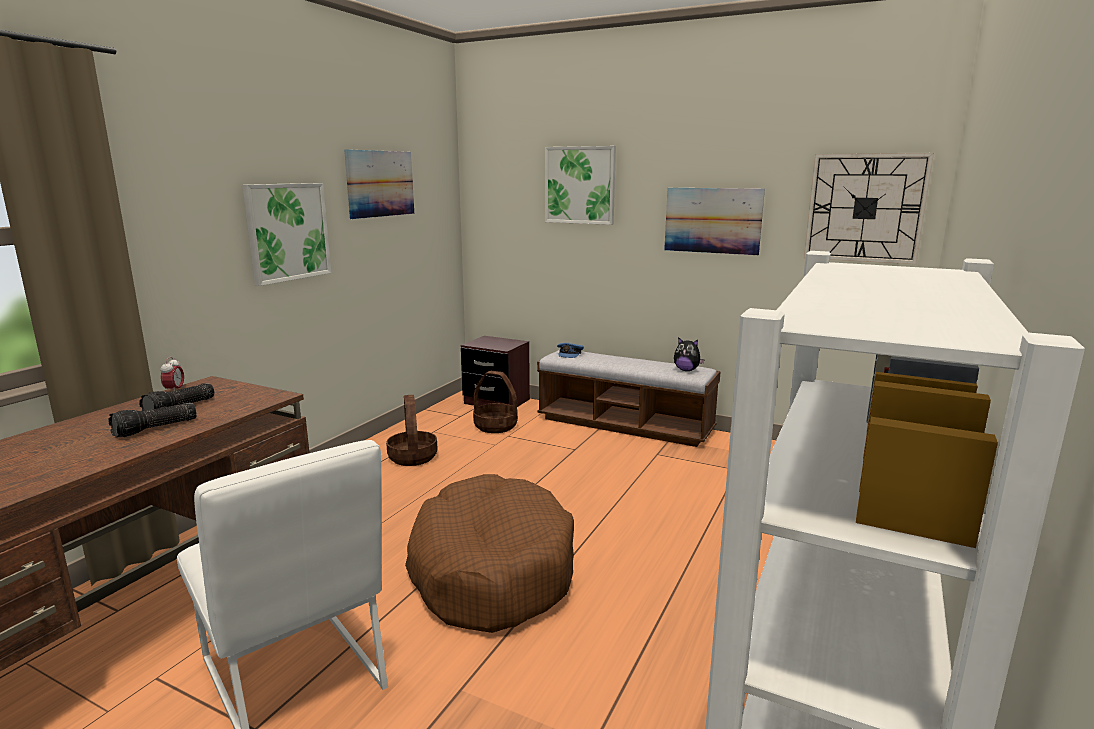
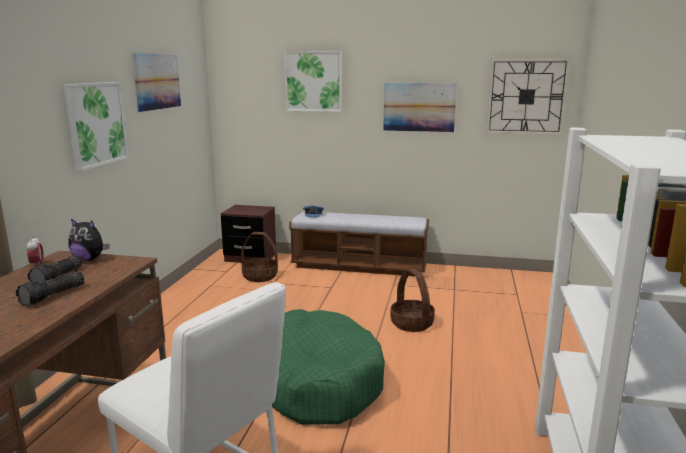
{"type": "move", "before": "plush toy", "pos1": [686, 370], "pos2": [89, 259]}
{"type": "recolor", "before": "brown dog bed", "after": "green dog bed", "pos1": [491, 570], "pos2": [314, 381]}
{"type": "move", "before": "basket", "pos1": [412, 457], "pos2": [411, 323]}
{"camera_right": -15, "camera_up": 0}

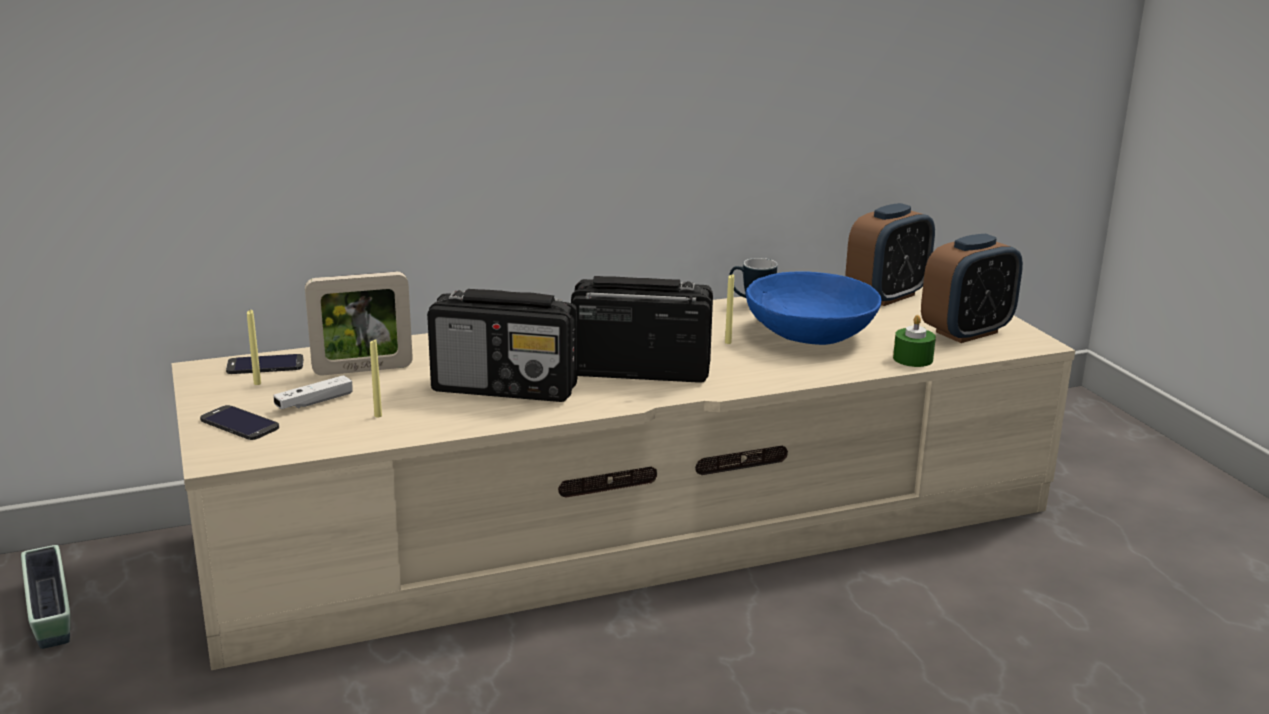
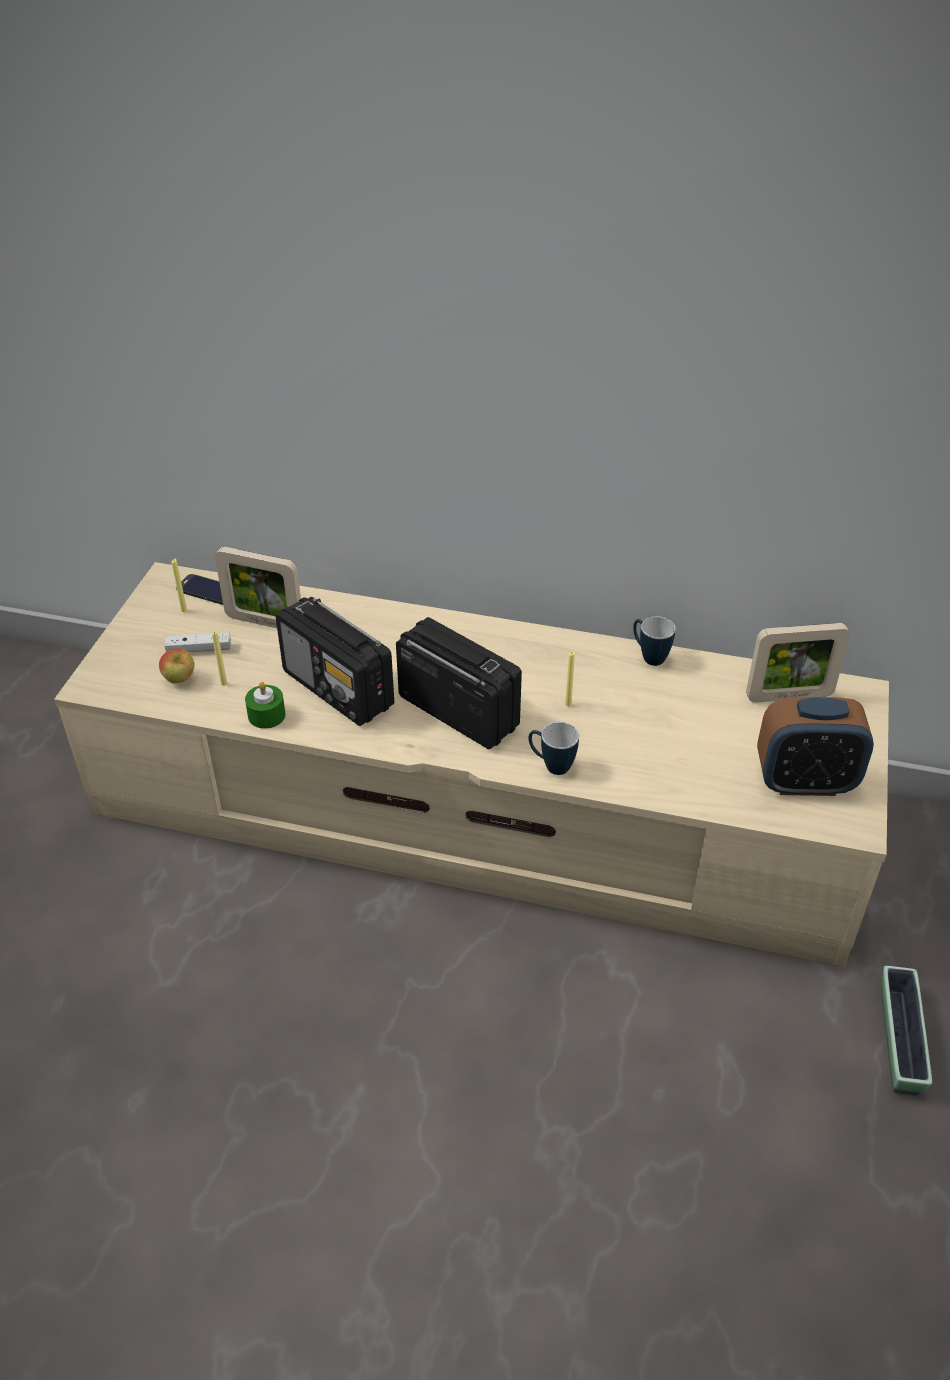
{"type": "insert", "after": "apple", "pos2": [180, 680]}
{"type": "move", "before": "green candle", "pos1": [912, 359], "pos2": [266, 715]}
{"type": "insert", "after": "mug", "pos2": [551, 765]}
{"type": "replace", "before": "alarm clock", "after": "picture frame", "pos1": [886, 296], "pos2": [789, 696]}
{"type": "move", "before": "planter", "pos1": [50, 612], "pos2": [899, 1040]}
{"type": "delete", "before": "phone", "pos1": [239, 423]}
{"type": "delete", "before": "blue bowl", "pos1": [810, 334]}
{"camera_right": 35, "camera_up": 20}

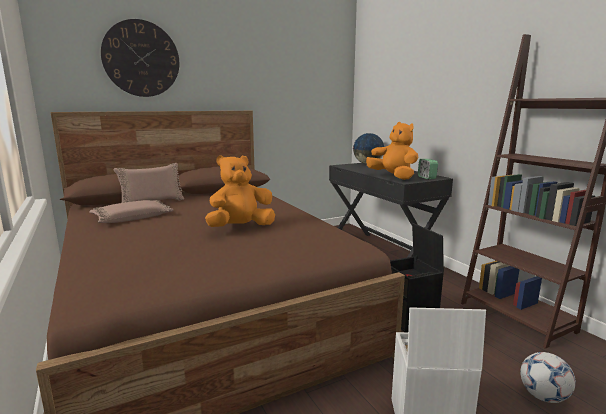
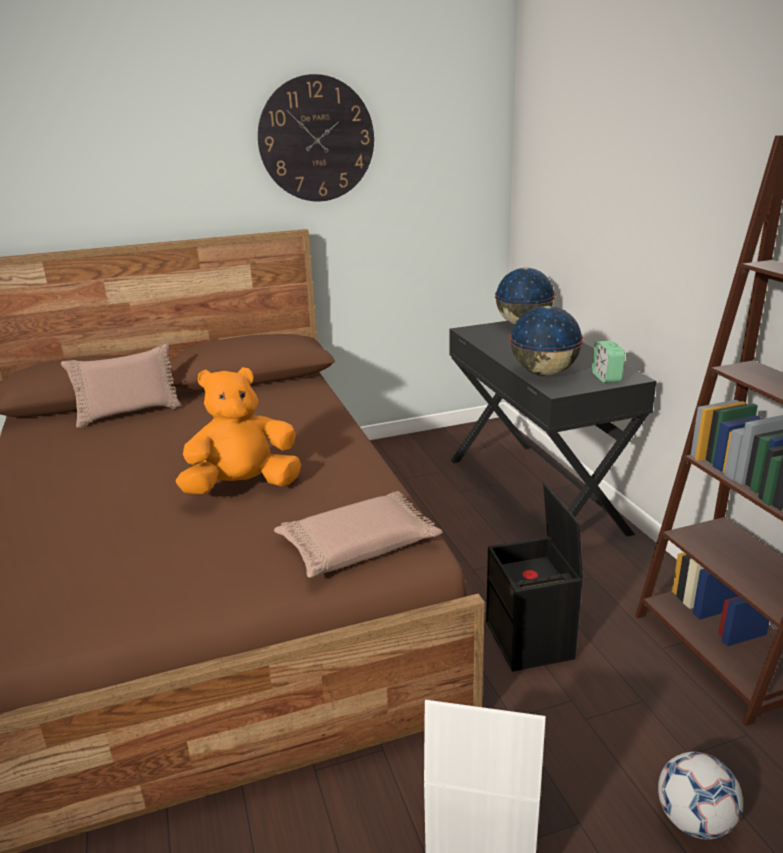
{"type": "move", "before": "wall clock", "pos1": [141, 59], "pos2": [316, 139]}
{"type": "move", "before": "beige pillow", "pos1": [132, 216], "pos2": [358, 541]}
{"type": "replace", "before": "orange plush toy", "after": "globe", "pos1": [393, 177], "pos2": [544, 373]}
{"camera_right": 10, "camera_up": 10}

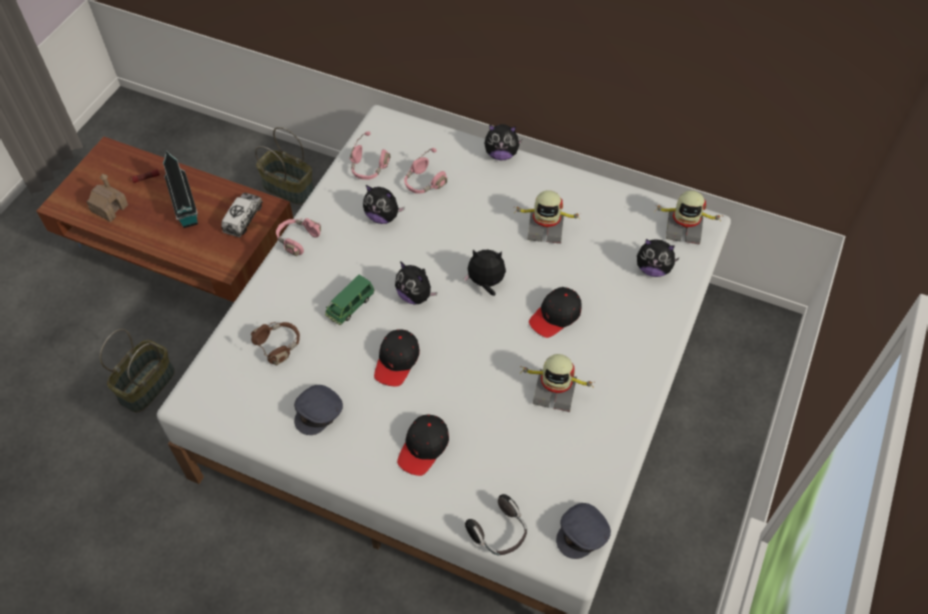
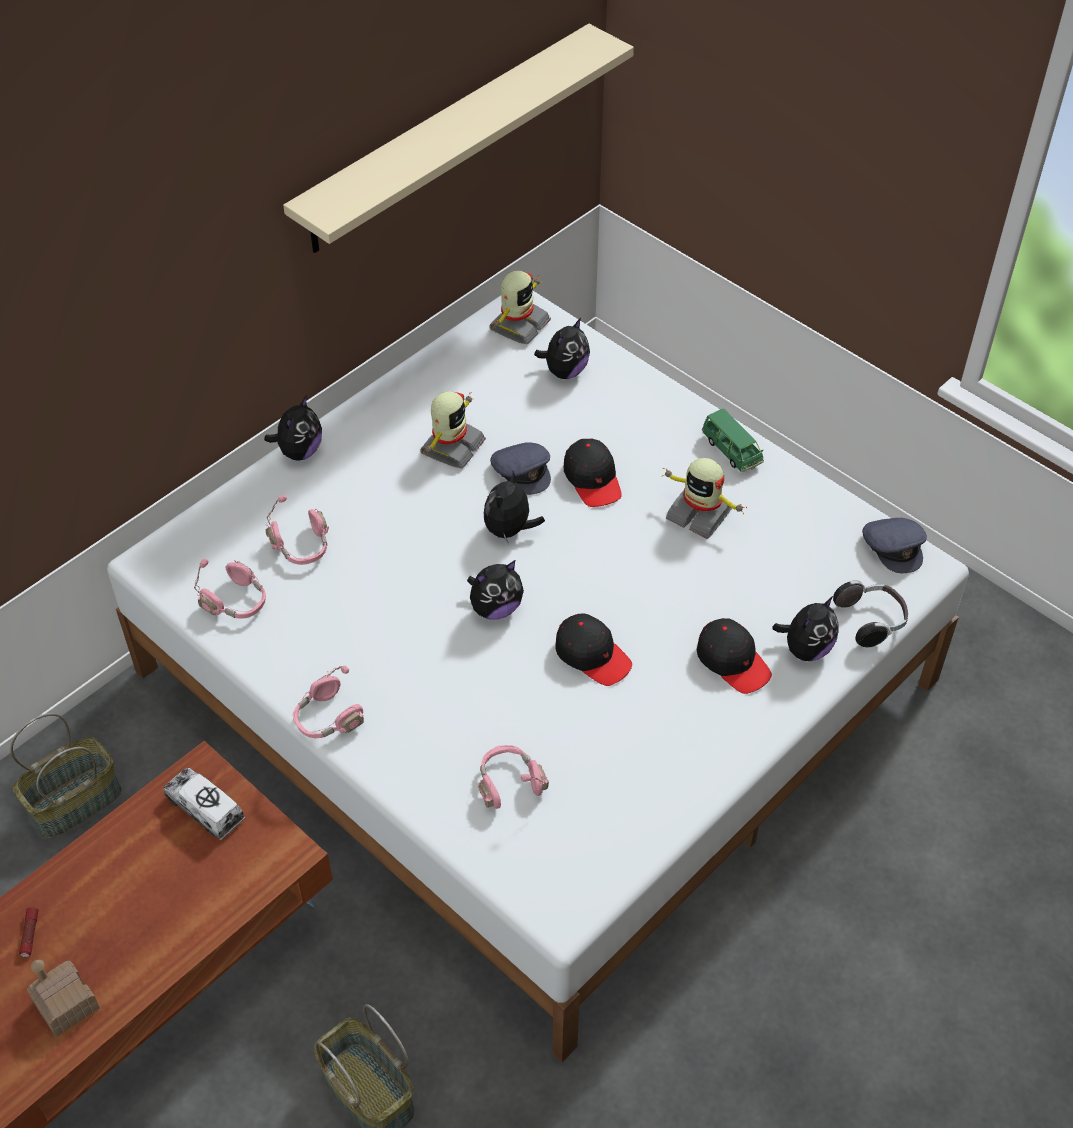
{"type": "insert", "after": "beige shelf", "pos2": [446, 138]}
{"type": "recolor", "before": "brown headphones", "after": "pink headphones", "pos1": [278, 346], "pos2": [509, 783]}
{"type": "move", "before": "grey cap", "pos1": [319, 412], "pos2": [522, 471]}
{"type": "rotate", "before": "toy robot", "pos1": [554, 391], "pos2": [699, 513], "turn": 90}
{"type": "move", "before": "green toy car", "pos1": [350, 306], "pos2": [731, 451]}
{"type": "move", "before": "plush toy", "pos1": [383, 217], "pos2": [806, 649]}
{"type": "delete", "before": "toy house", "pos1": [185, 207]}
{"camera_right": -70, "camera_up": -5}

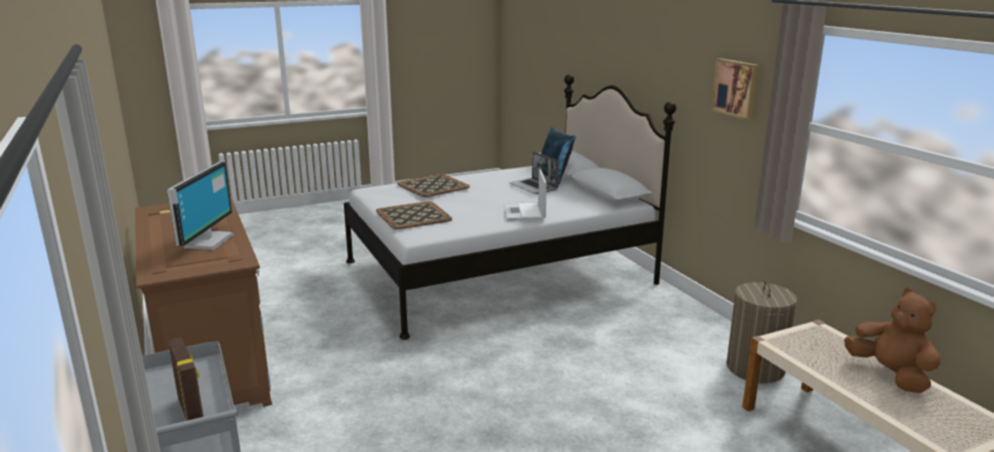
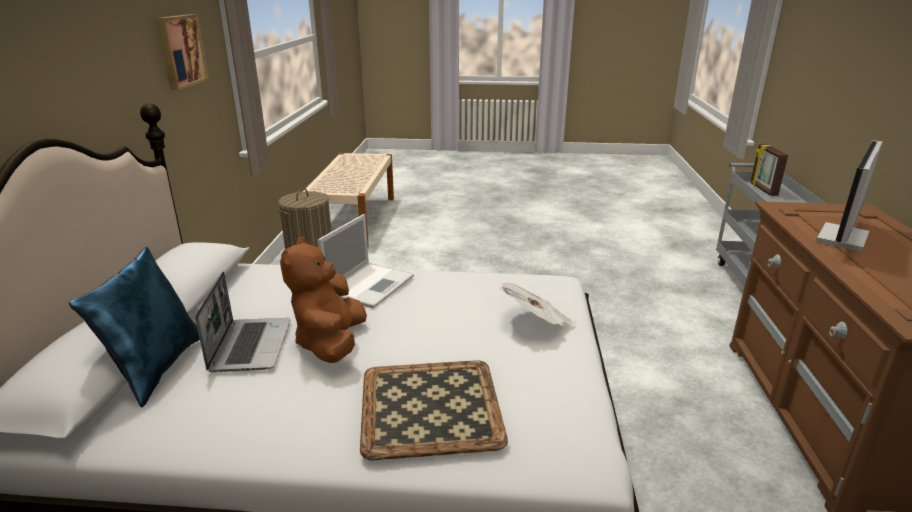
{"type": "move", "before": "brown plush toy", "pos1": [890, 375], "pos2": [331, 343]}
{"type": "replace", "before": "tray", "after": "newspaper", "pos1": [413, 216], "pos2": [536, 322]}
{"camera_right": -150, "camera_up": 5}

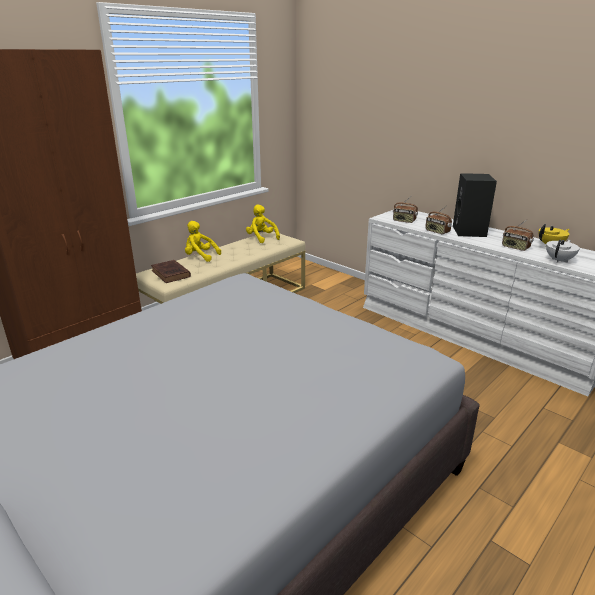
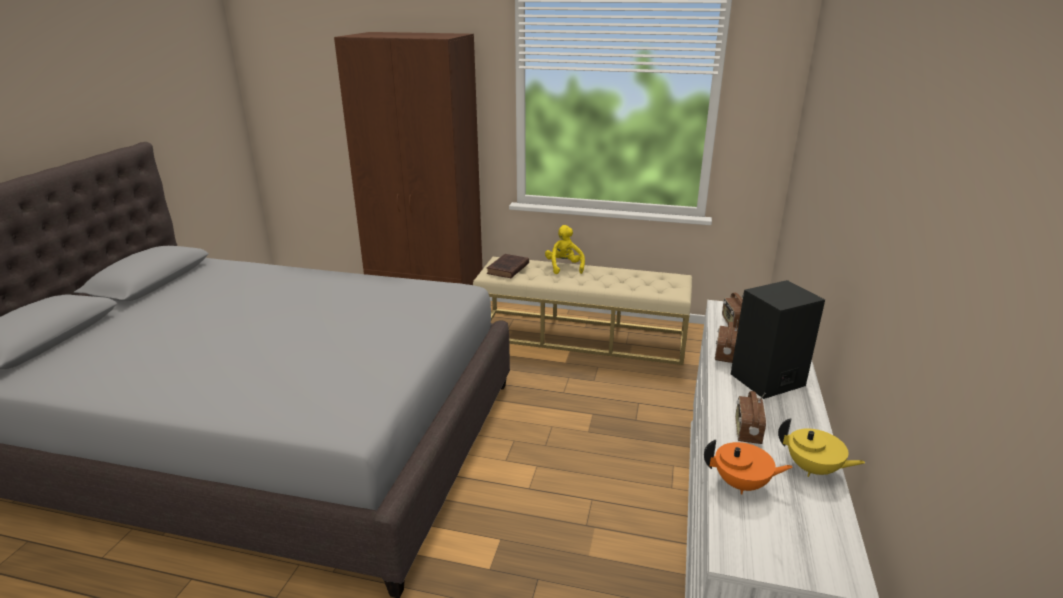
{"type": "recolor", "before": "white teapot", "after": "orange teapot", "pos1": [559, 260], "pos2": [741, 484]}
{"type": "delete", "before": "yellow plush toy", "pos1": [261, 238]}
{"camera_right": 60, "camera_up": 0}

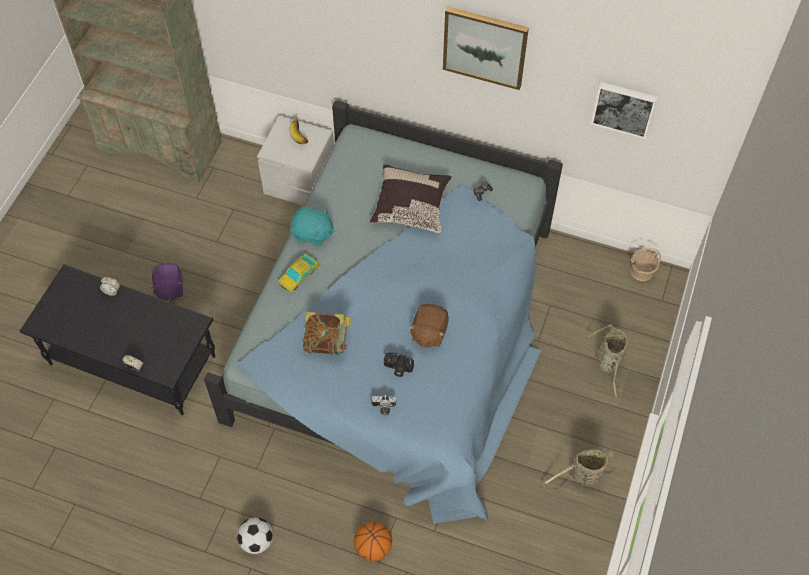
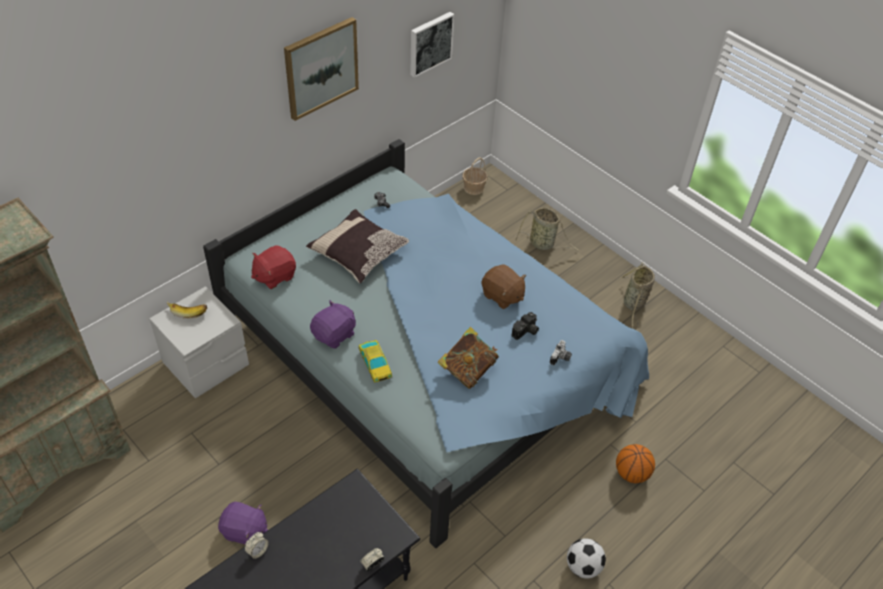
{"type": "insert", "after": "red plush toy", "pos2": [274, 276]}
{"type": "recolor", "before": "turquoise plush toy", "after": "purple plush toy", "pos1": [312, 234], "pos2": [334, 335]}
{"camera_right": -65, "camera_up": -10}

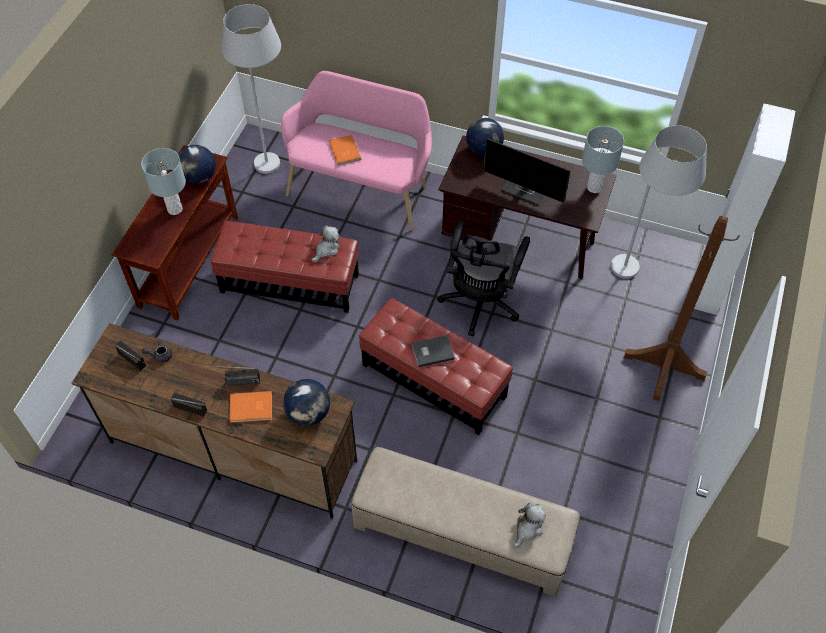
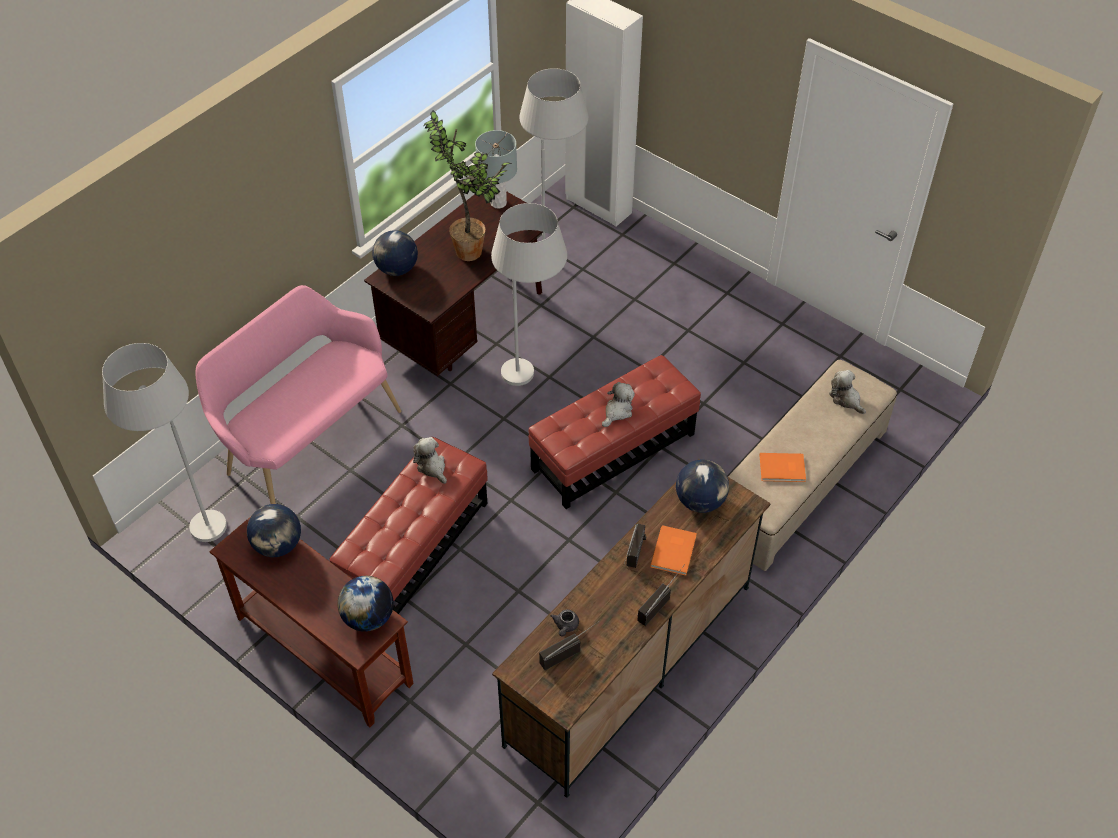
{"type": "insert", "after": "globe", "pos2": [368, 617]}
{"type": "replace", "before": "monitor", "after": "potted plant", "pos1": [526, 189], "pos2": [472, 253]}
{"type": "replace", "before": "office chair", "after": "white floor lamp", "pos1": [481, 303], "pos2": [532, 381]}
{"type": "replace", "before": "grey book", "after": "plush toy", "pos1": [432, 351], "pos2": [617, 411]}
{"type": "move", "before": "orange book", "pos1": [344, 151], "pos2": [783, 469]}
{"type": "delete", "before": "grey table lamp", "pos1": [175, 209]}
{"type": "delete", "before": "brown clothes rack", "pos1": [664, 366]}
{"camera_right": -70, "camera_up": -5}

